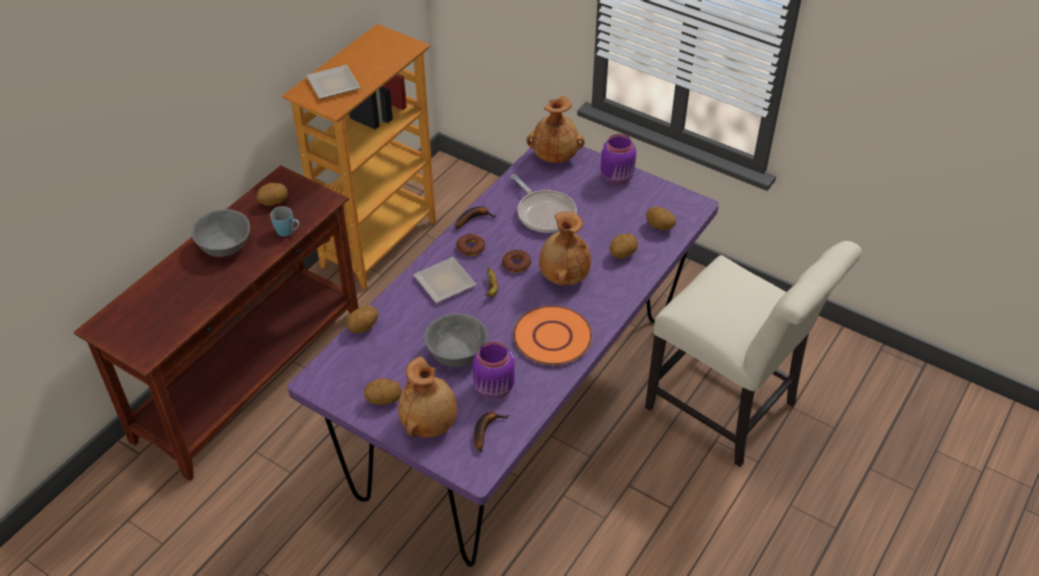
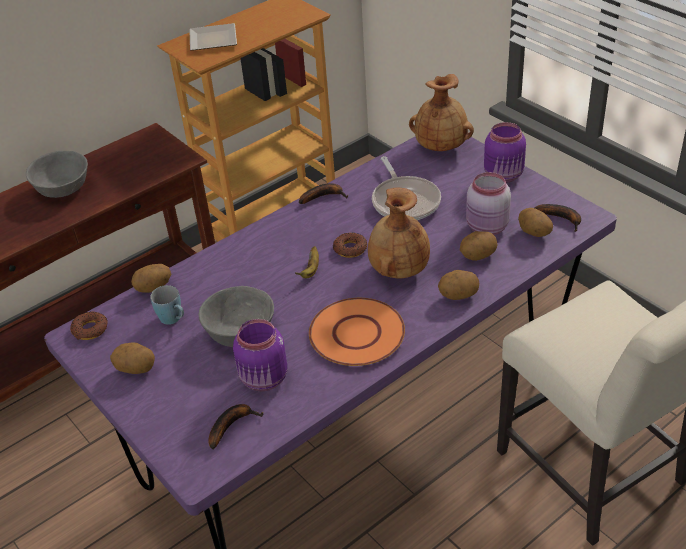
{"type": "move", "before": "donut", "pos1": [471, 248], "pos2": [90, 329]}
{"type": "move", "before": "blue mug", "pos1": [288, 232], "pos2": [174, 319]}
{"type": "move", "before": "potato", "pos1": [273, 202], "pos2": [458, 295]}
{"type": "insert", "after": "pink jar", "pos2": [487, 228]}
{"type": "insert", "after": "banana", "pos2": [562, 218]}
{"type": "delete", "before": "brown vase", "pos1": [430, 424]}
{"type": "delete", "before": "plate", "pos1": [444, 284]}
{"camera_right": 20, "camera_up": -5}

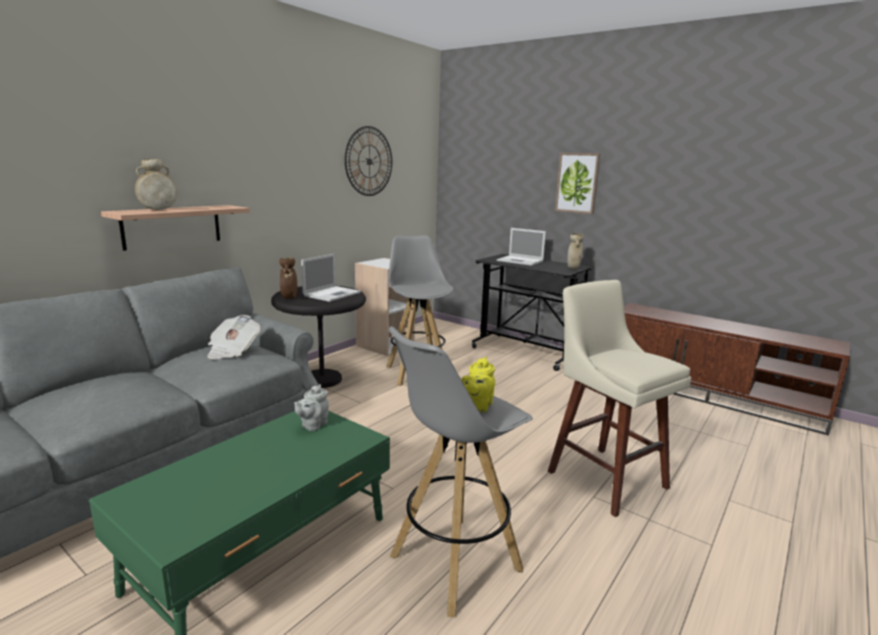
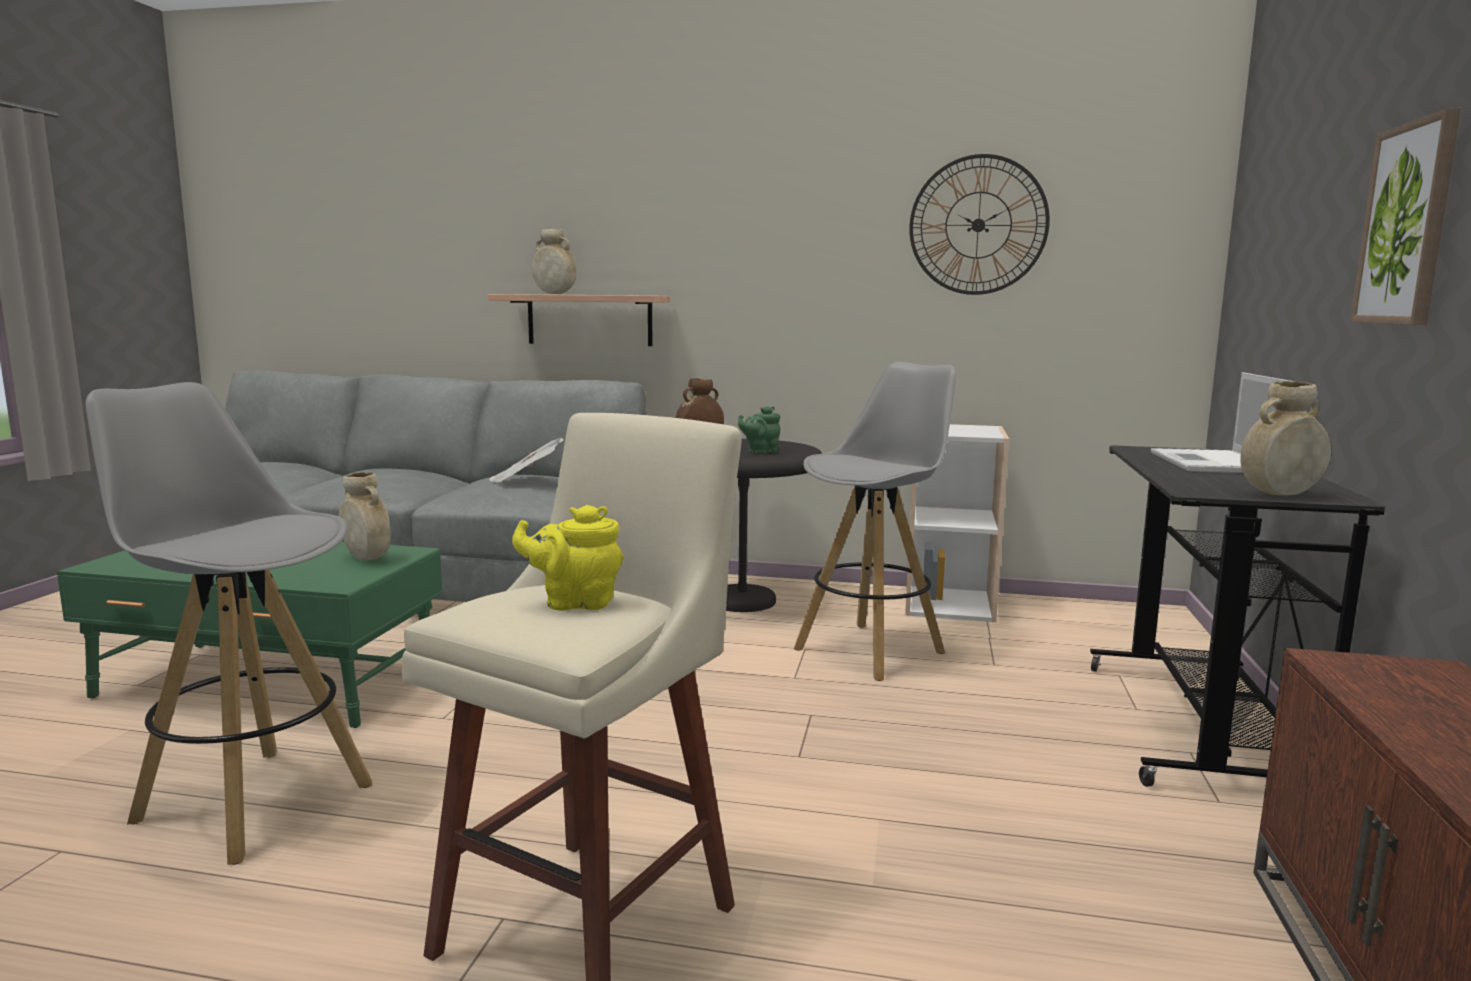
{"type": "replace", "before": "grey teapot", "after": "beige vase", "pos1": [313, 425], "pos2": [367, 559]}
{"type": "move", "before": "yellow teapot", "pos1": [477, 406], "pos2": [574, 603]}
{"type": "replace", "before": "laptop", "after": "green teapot", "pos1": [332, 294], "pos2": [760, 452]}
{"camera_right": 65, "camera_up": -5}

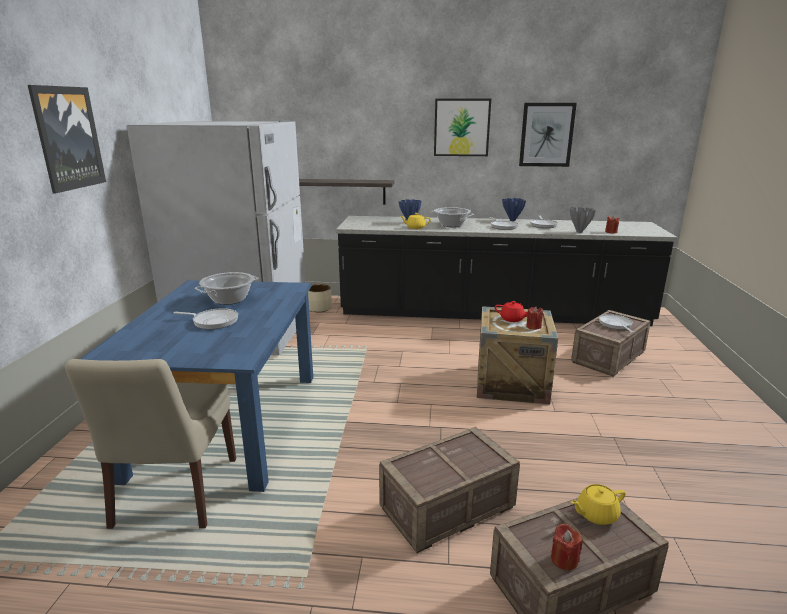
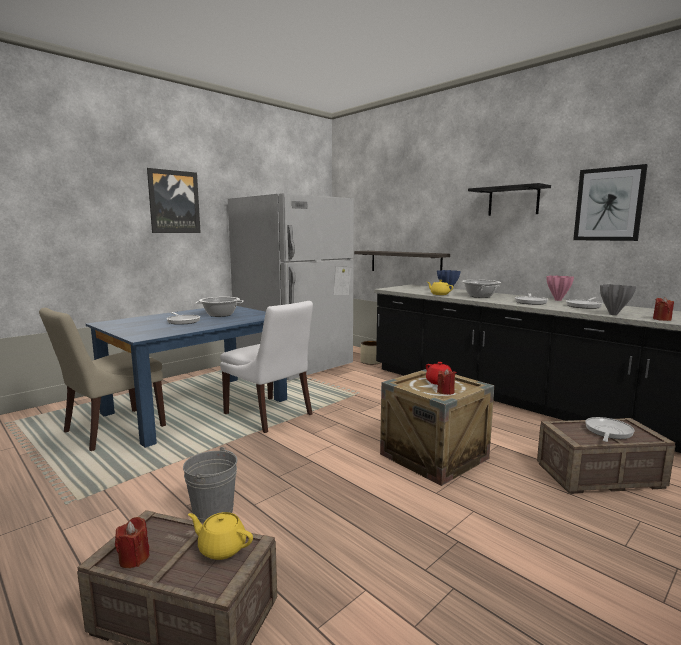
{"type": "replace", "before": "crate", "after": "grey bucket", "pos1": [447, 508], "pos2": [213, 511]}
{"type": "insert", "after": "white chair", "pos2": [270, 415]}
{"type": "replace", "before": "picture", "after": "black shelf", "pos1": [461, 127], "pos2": [513, 201]}
{"type": "recolor", "before": "blue vase", "after": "pink vase", "pos1": [512, 220], "pos2": [557, 300]}
{"camera_right": 40, "camera_up": -10}

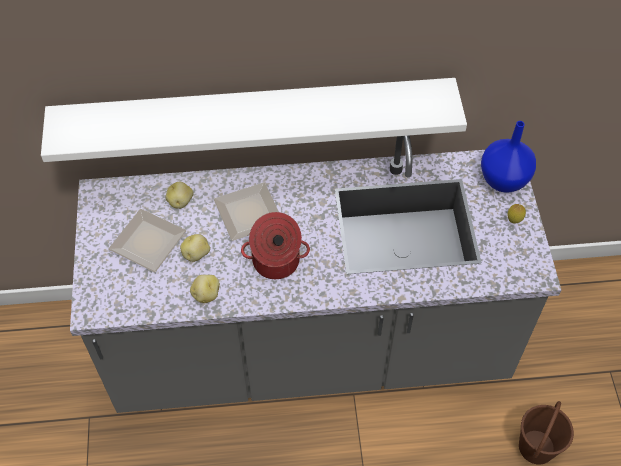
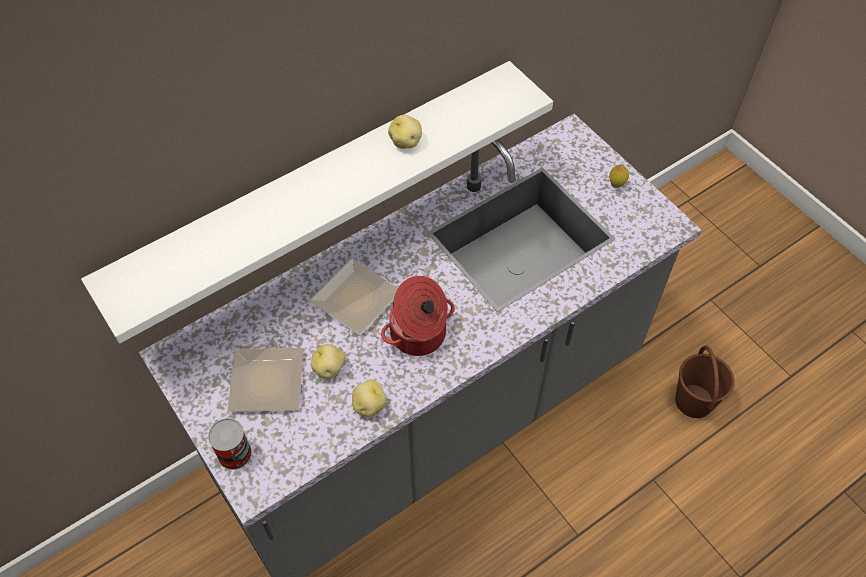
{"type": "insert", "after": "can", "pos2": [234, 453]}
{"type": "move", "before": "potato", "pos1": [181, 201], "pos2": [406, 141]}
{"type": "delete", "before": "blue vase", "pos1": [504, 179]}
{"camera_right": -30, "camera_up": 0}

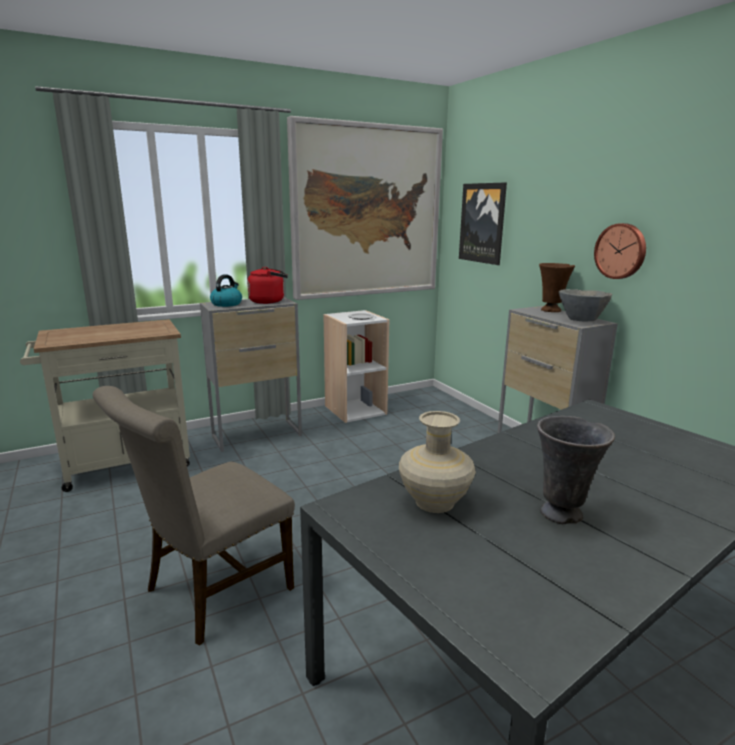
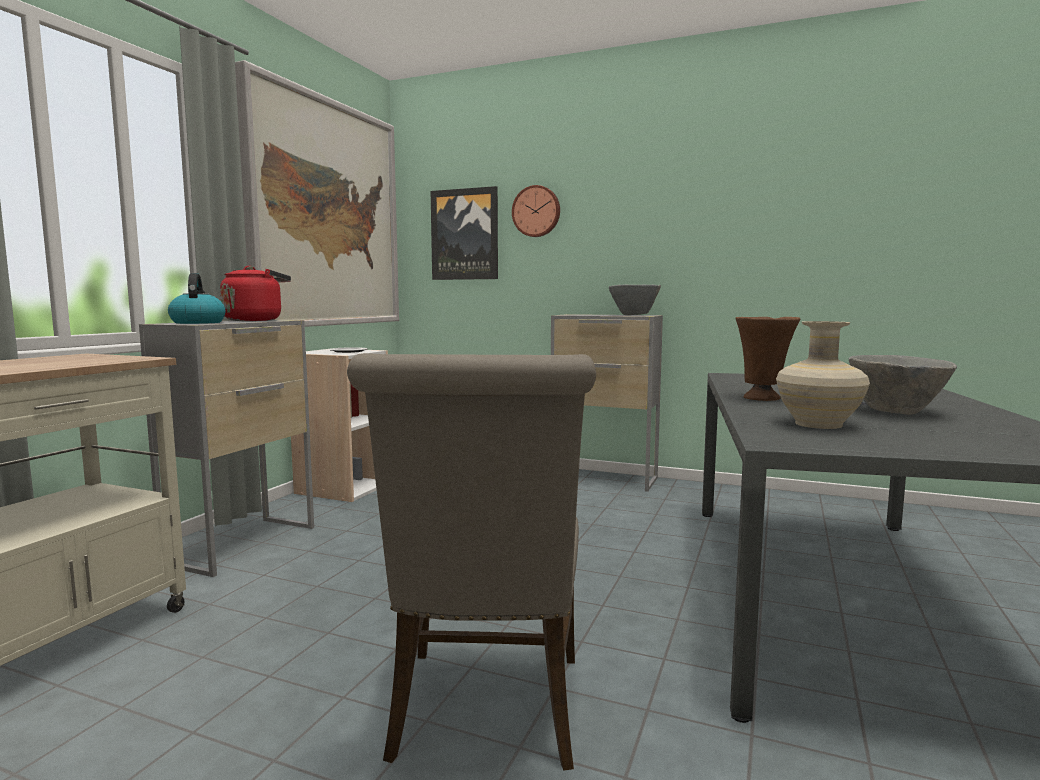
{"type": "move", "before": "wall clock", "pos1": [621, 251], "pos2": [536, 211]}
{"type": "move", "before": "brown vase", "pos1": [551, 310], "pos2": [763, 398]}
{"type": "replace", "before": "grey vase", "after": "grey bowl", "pos1": [563, 514], "pos2": [896, 412]}
{"camera_right": -40, "camera_up": -10}

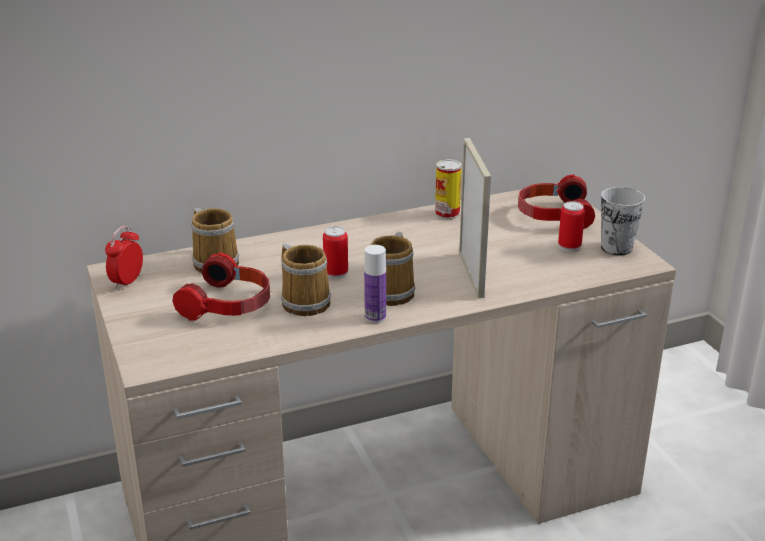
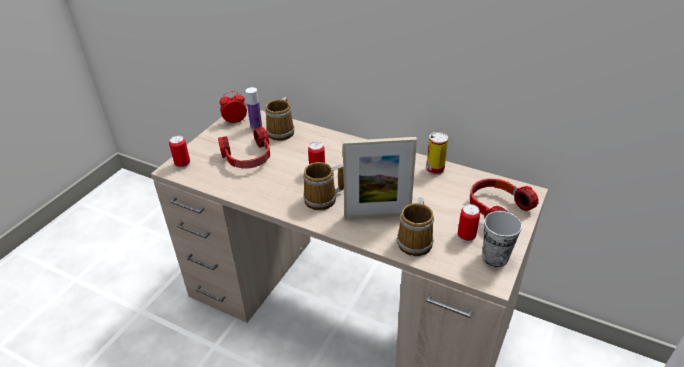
{"type": "insert", "after": "can", "pos2": [182, 164]}
{"type": "move", "before": "bottle", "pos1": [375, 317], "pos2": [256, 127]}
{"type": "rotate", "before": "picture frame", "pos1": [471, 274], "pos2": [377, 216], "turn": 45}
{"type": "move", "before": "mug", "pos1": [305, 301], "pos2": [416, 241]}
{"camera_right": 50, "camera_up": 10}

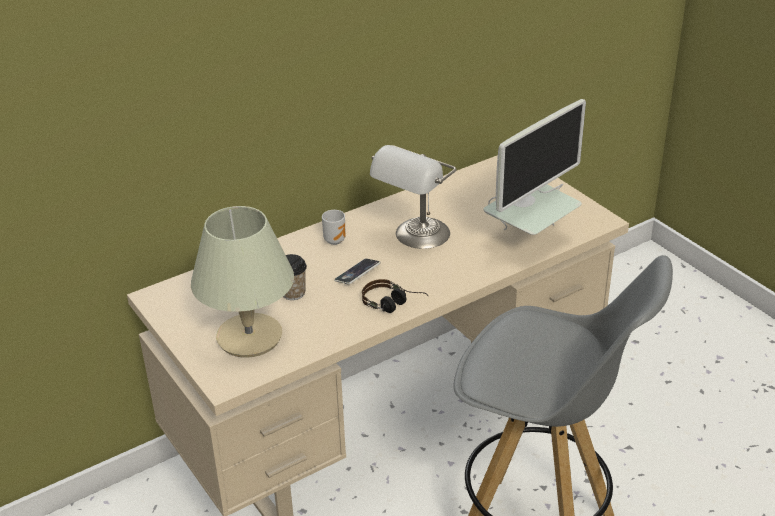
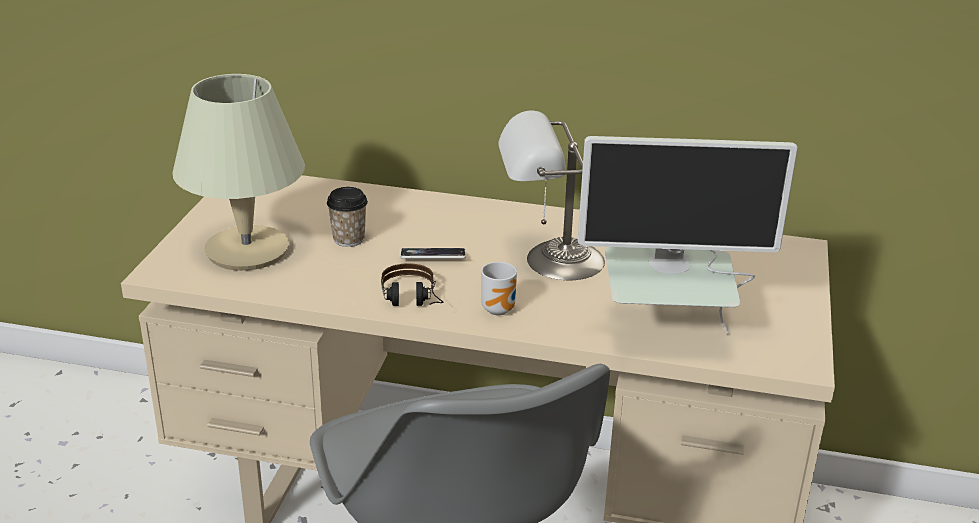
{"type": "move", "before": "mug", "pos1": [335, 240], "pos2": [500, 309]}
{"camera_right": 45, "camera_up": -5}

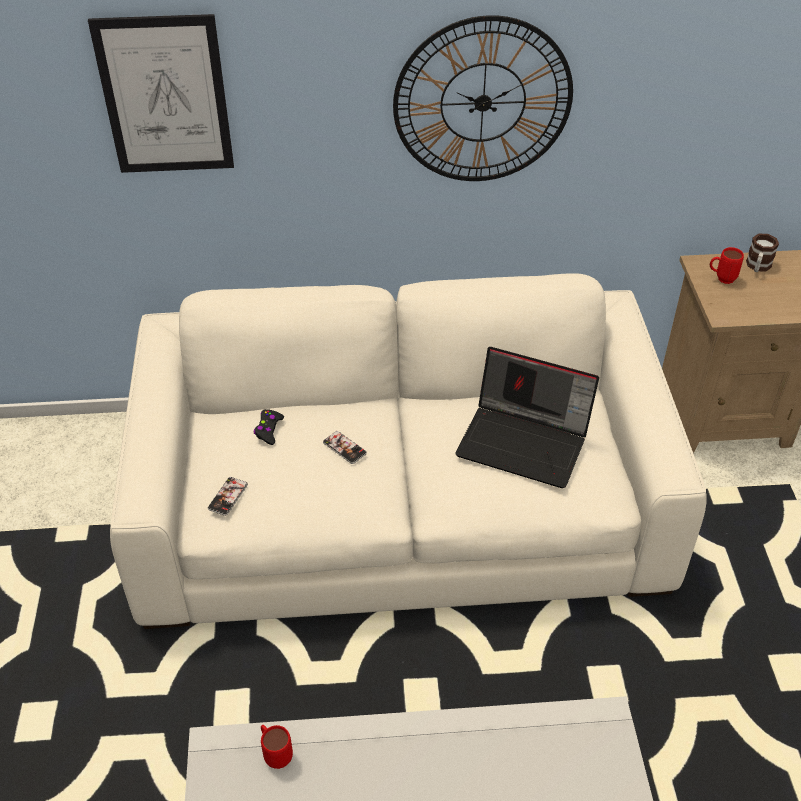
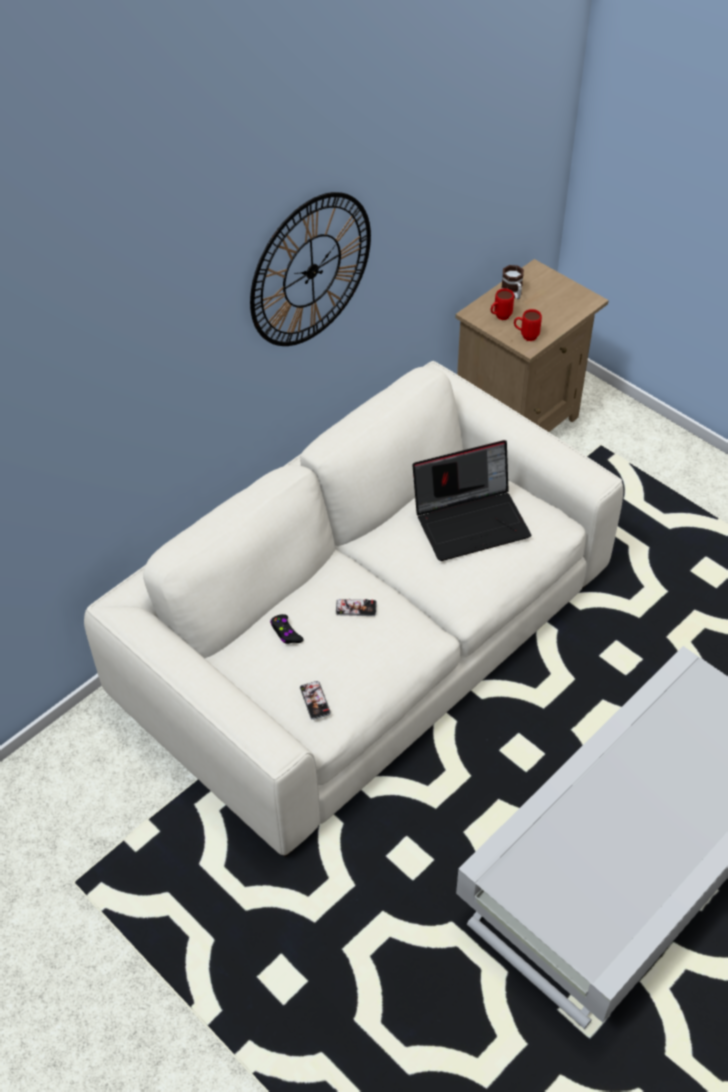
{"type": "move", "before": "red mug", "pos1": [275, 754], "pos2": [525, 336]}
{"type": "delete", "before": "picture", "pos1": [165, 96]}
{"camera_right": -40, "camera_up": 5}

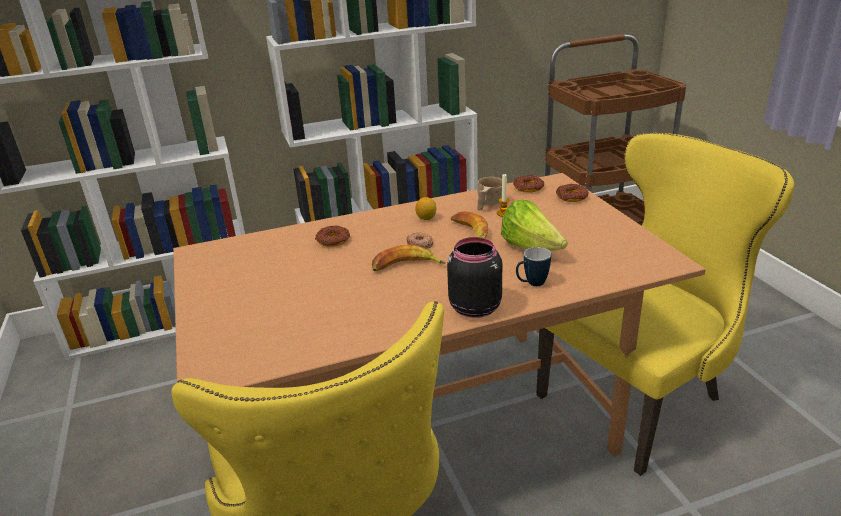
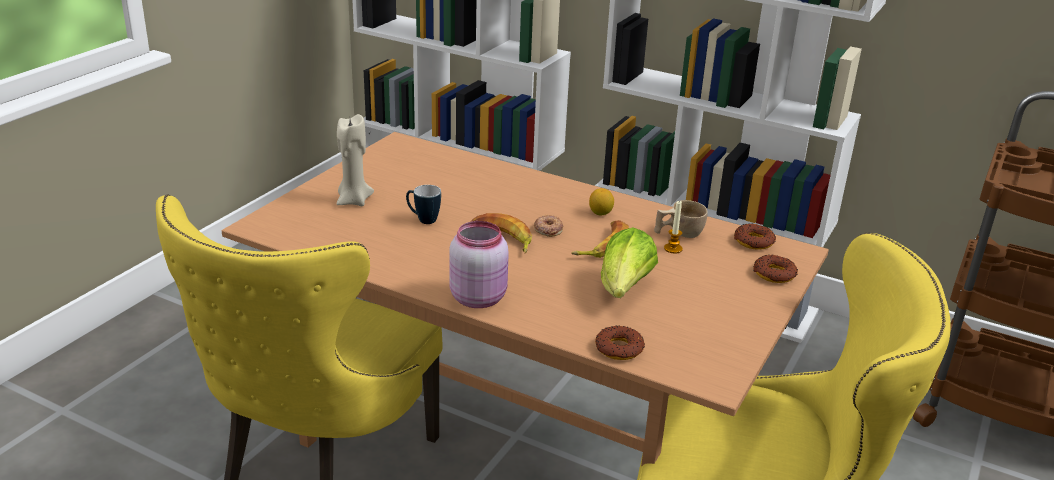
{"type": "insert", "after": "beige candle", "pos2": [353, 201]}
{"type": "move", "before": "mug", "pos1": [531, 284], "pos2": [423, 219]}
{"type": "recolor", "before": "black jar", "after": "pink jar", "pos1": [474, 307], "pos2": [479, 297]}
{"type": "move", "before": "donut", "pos1": [333, 240], "pos2": [618, 348]}
{"camera_right": 45, "camera_up": 0}

